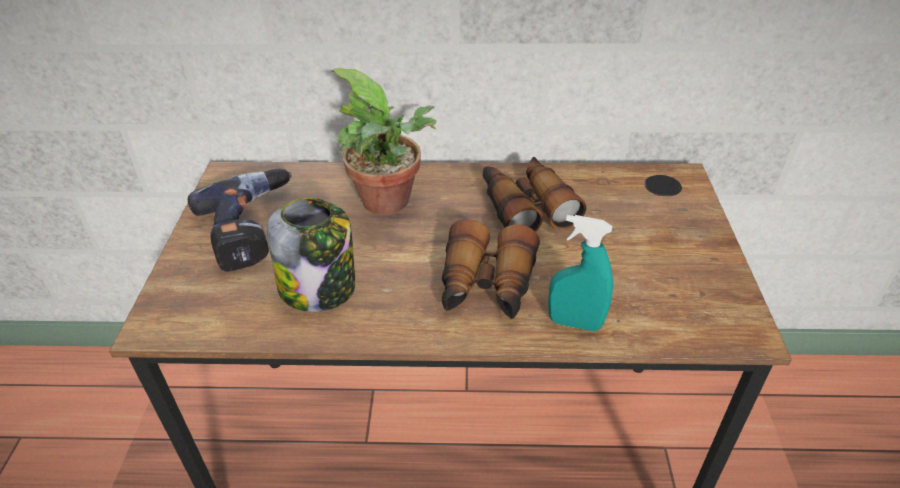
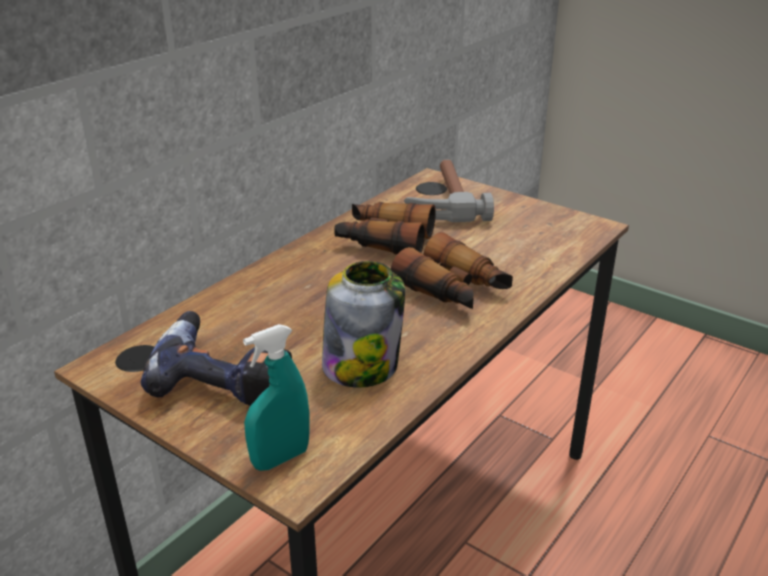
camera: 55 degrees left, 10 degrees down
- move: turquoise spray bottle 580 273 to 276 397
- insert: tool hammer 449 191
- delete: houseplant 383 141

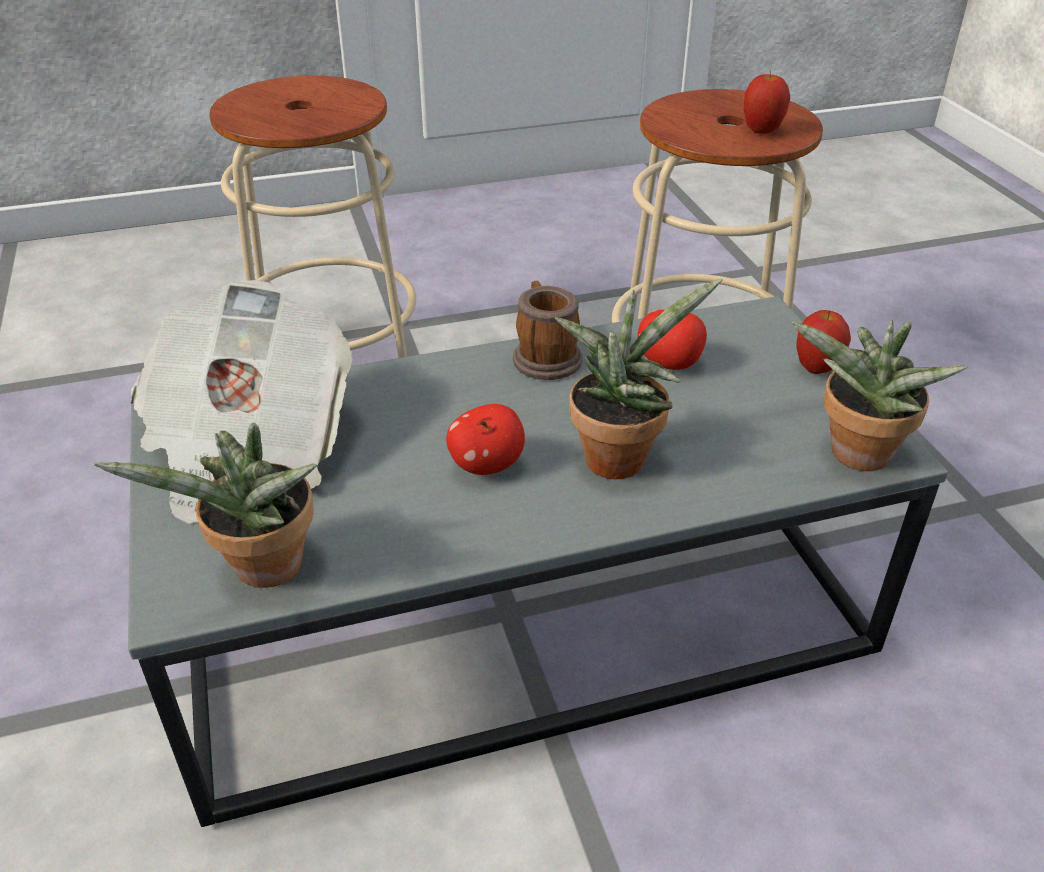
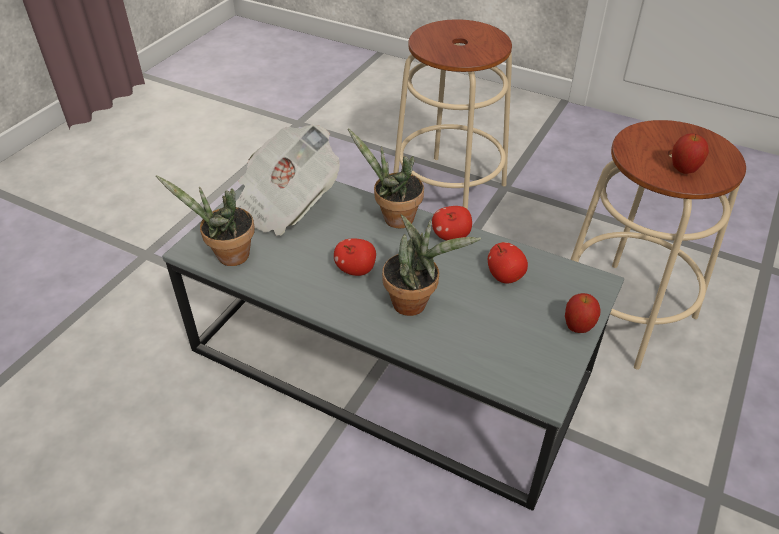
camera: 45 degrees right, 5 degrees up
- move: houseplant 879 395 to 386 178
- replace: tea mug 547 330 to whole apple 452 223

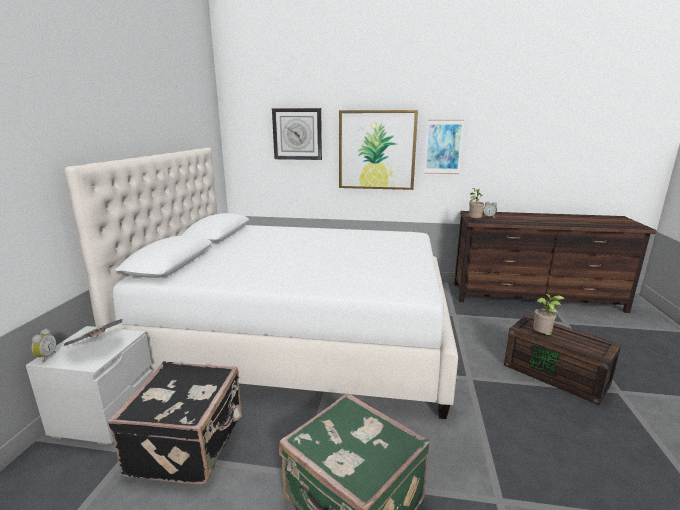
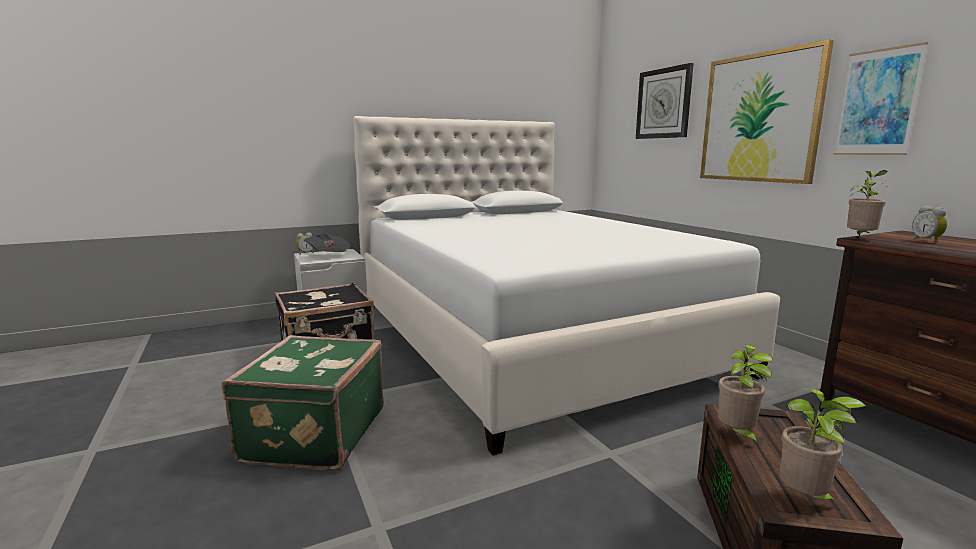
camera: 55 degrees right, 5 degrees down
- insert: houseplant 823 447

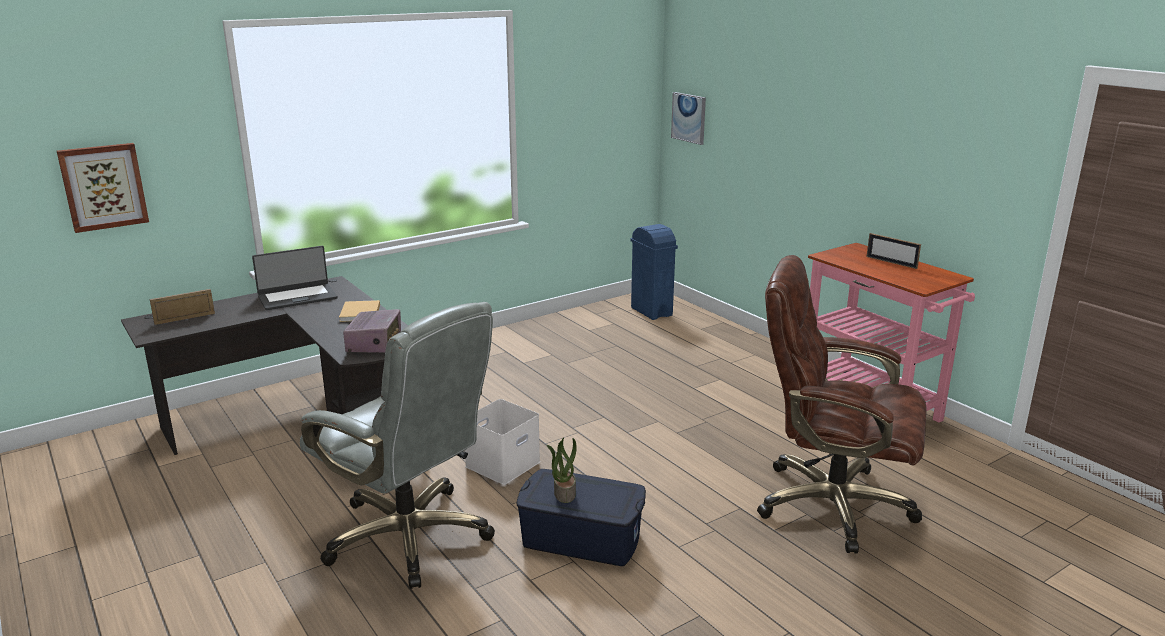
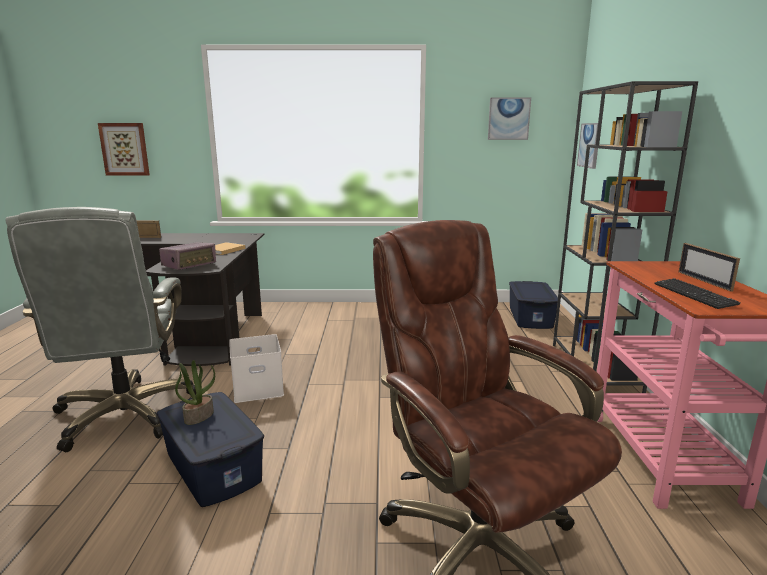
camera: 35 degrees right, 5 degrees down
- insert: wall art 509 119
- replace: blue-coloured rubbish bin 654 272 to blue-coloured storage container 533 305
- insert: bookcase 625 237
- insert: keyboard 697 293
- delete: portable computer 295 278

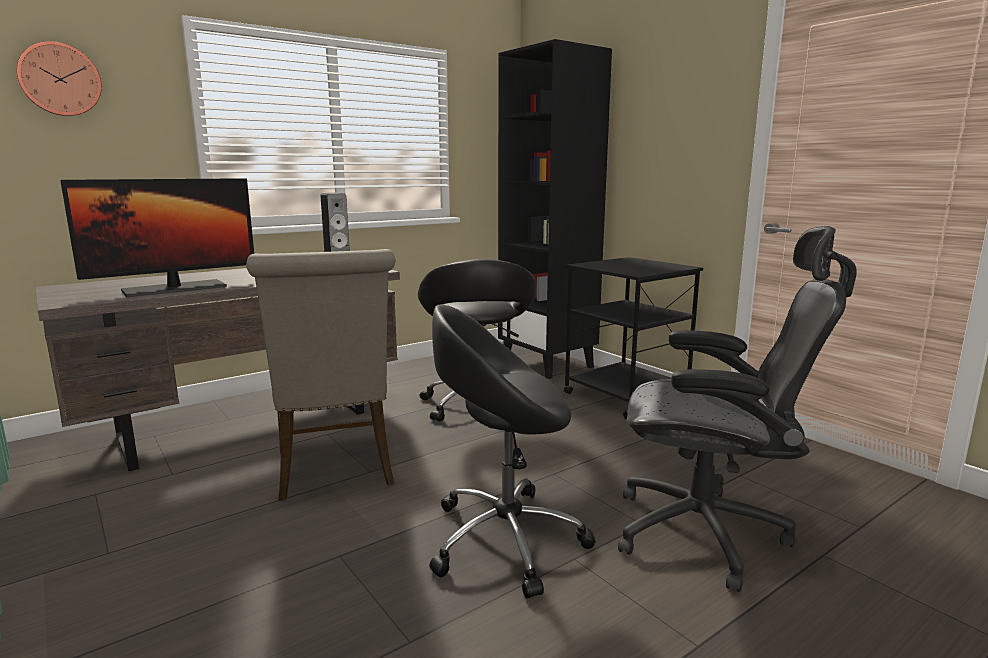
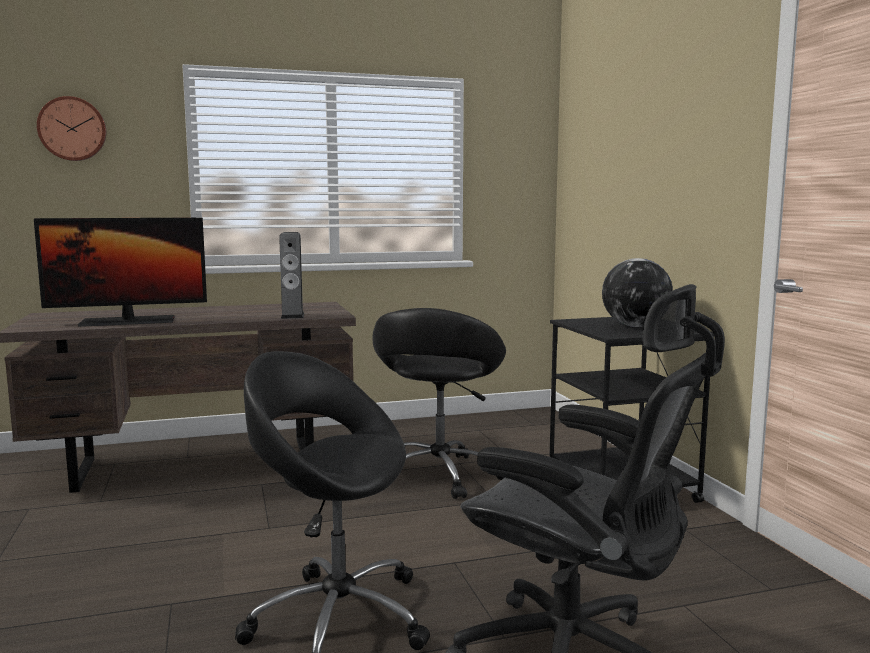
camera: 20 degrees right, 5 degrees down
- insert: desk globe 637 292
- delete: beige chair 320 374
- delete: blackish bookcase 555 209

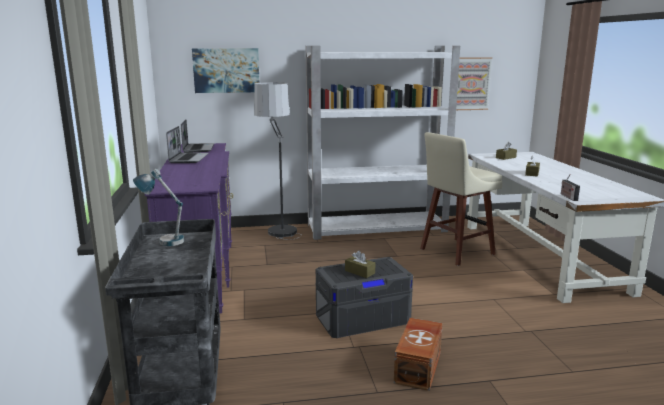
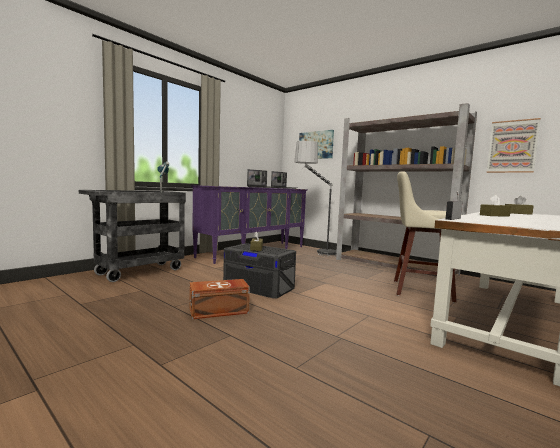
camera: 50 degrees right, 10 degrees down
- recolor: whitish bookcase 383 143 to brown bookcase 406 190

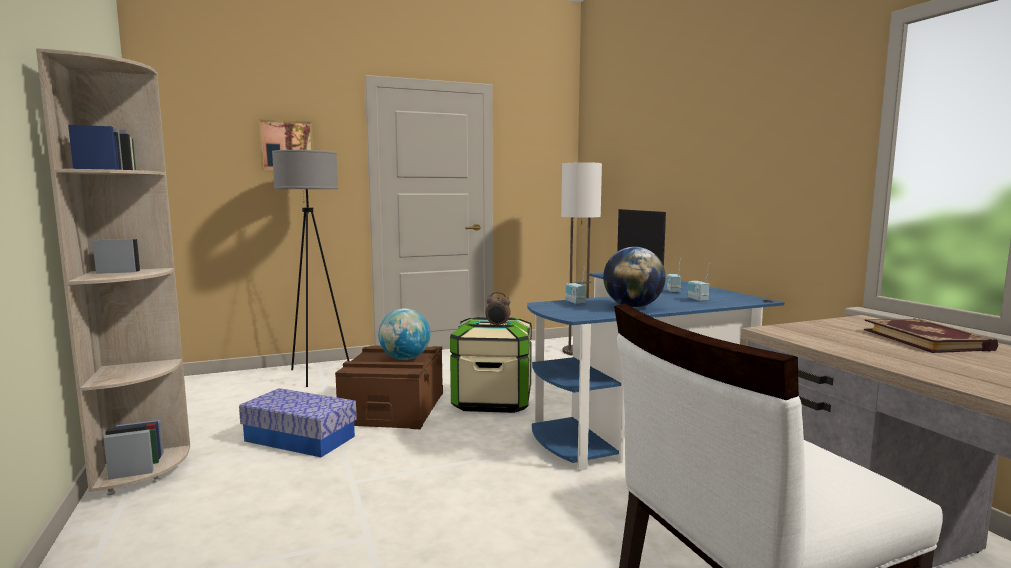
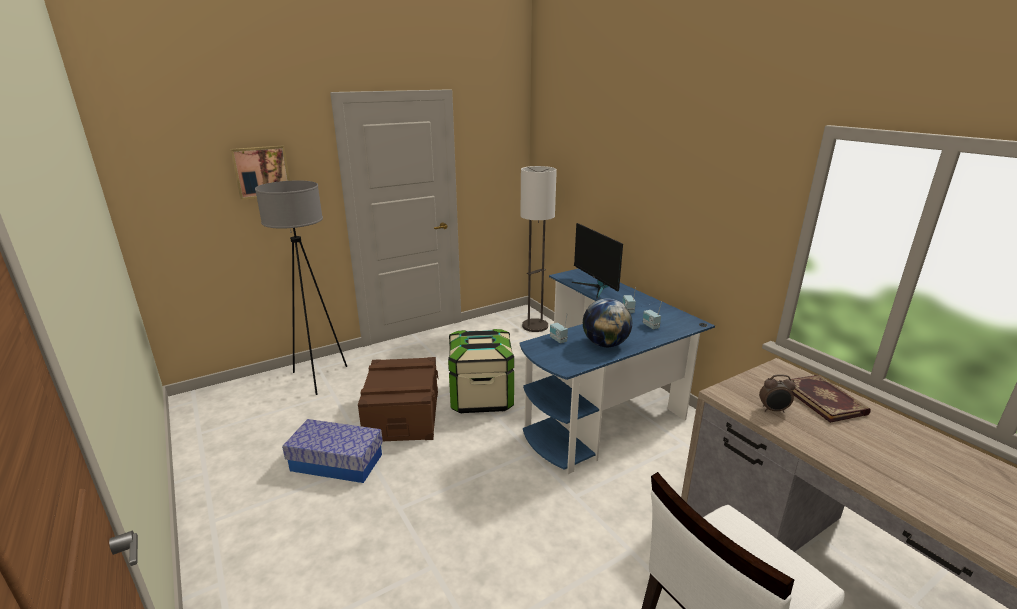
camera: 10 degrees left, 15 degrees up
- move: table clock 498 309 to 777 393
- delete: beige bookcase 113 271
- delete: desk globe 404 334

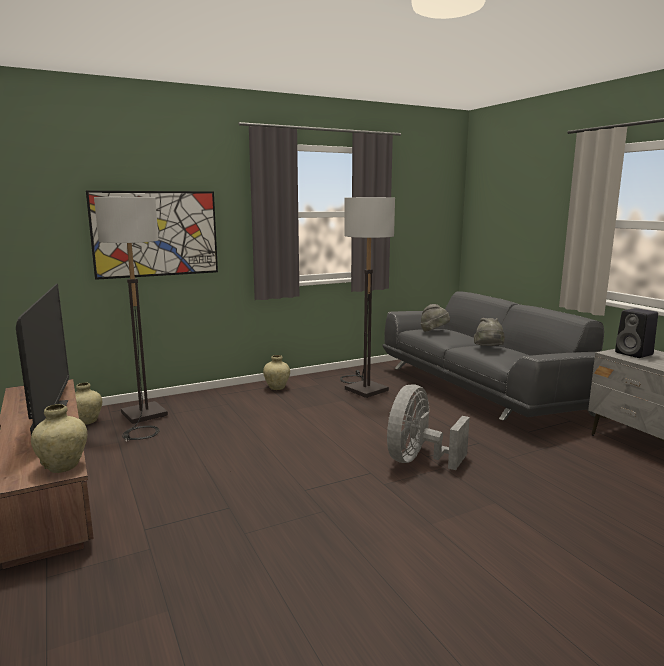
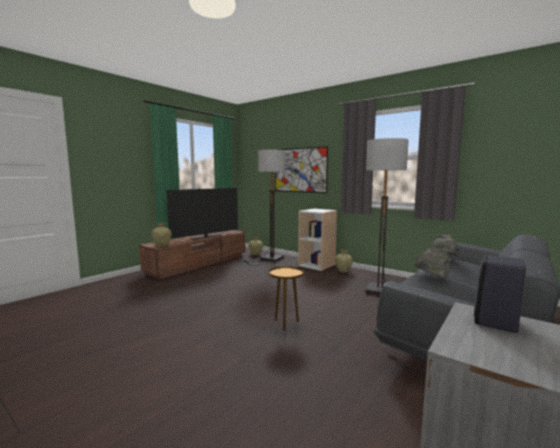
camera: 65 degrees right, 5 degrees down
- replace: grey electric fan 428 427 to brown side table 286 298
- insert: bookcase 317 240

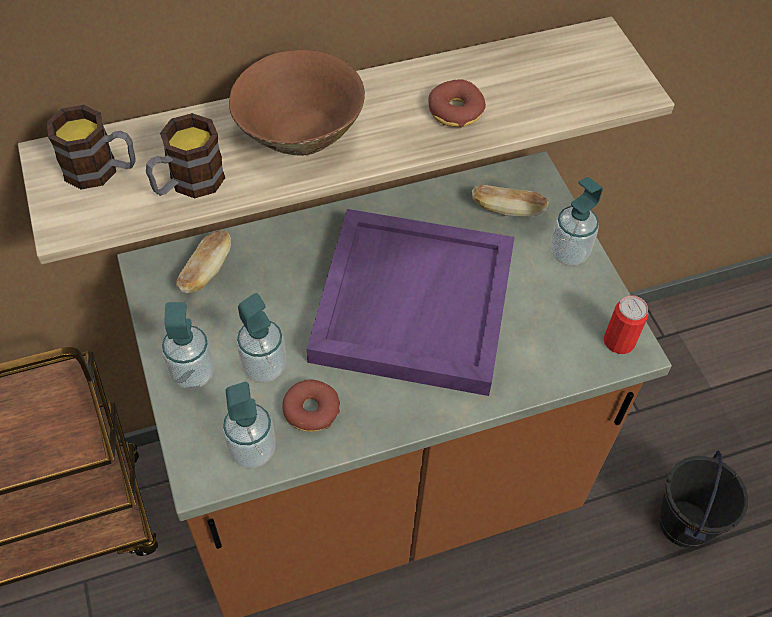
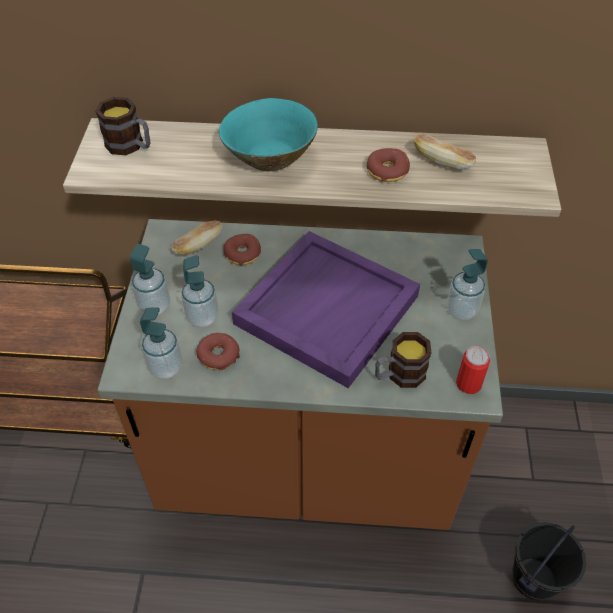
camera: 25 degrees right, 5 degrees down
- recolor: brown bowl 297 103 to turquoise bowl 268 135
- insert: donut 242 249
- move: tea mug 185 155 to 403 360
- move: baked bread 510 201 to 445 152

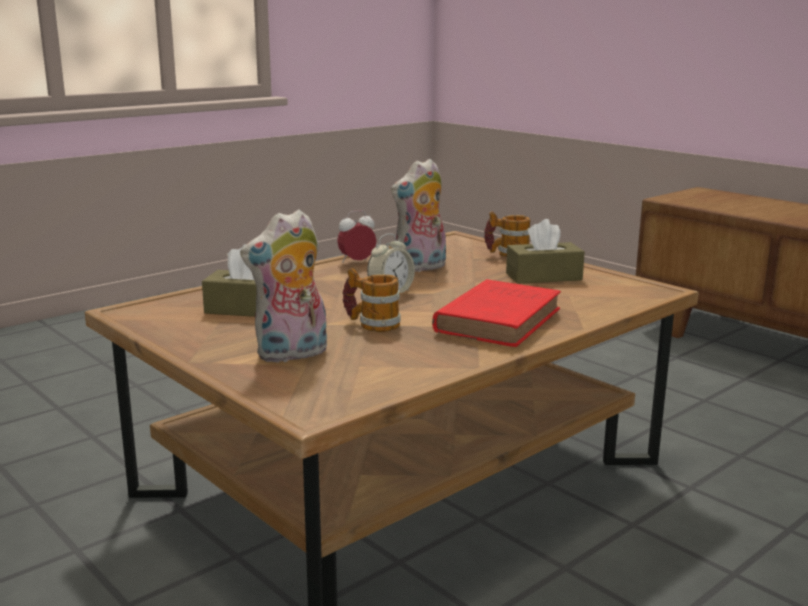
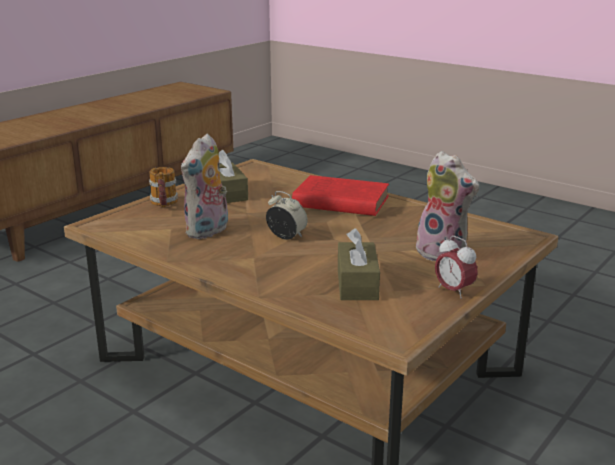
camera: 100 degrees left, 5 degrees up
- rotate: plush toy 418 215 = 204 186 75 degrees clockwise
- move: table clock 356 236 to 456 267
- delete: tea mug 371 300

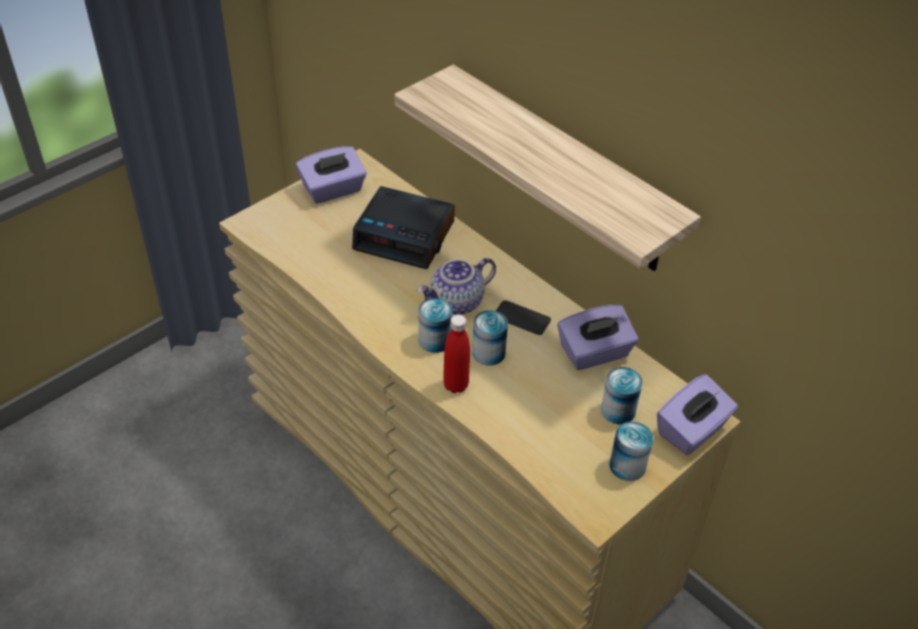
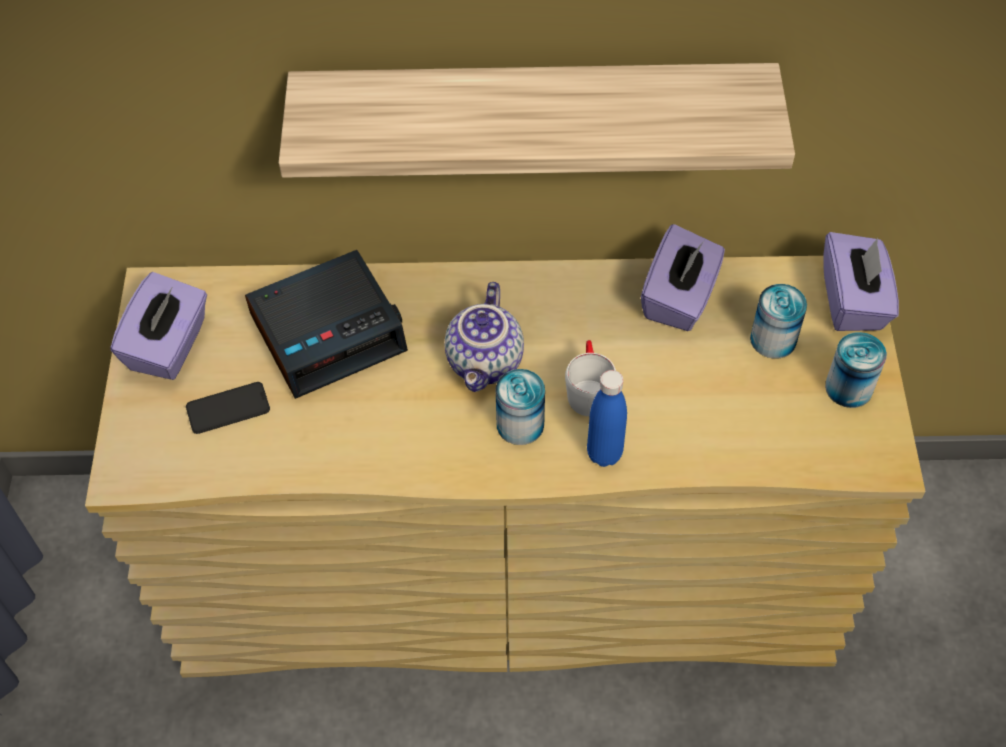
camera: 45 degrees left, 10 degrees up
- move: telephone 523 317 to 228 408
- replace: can 490 338 to whitish tea mug 590 378
- recolor: red-coloured beverage bottle 456 354 to blue-coloured beverage bottle 607 418

